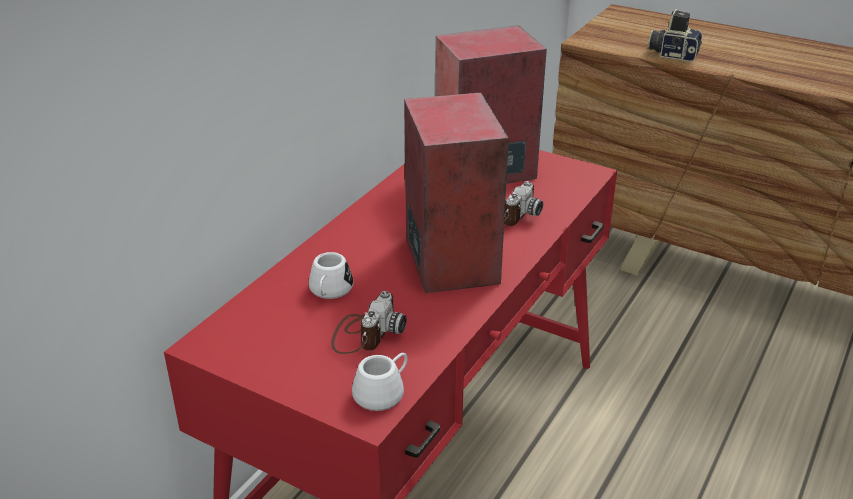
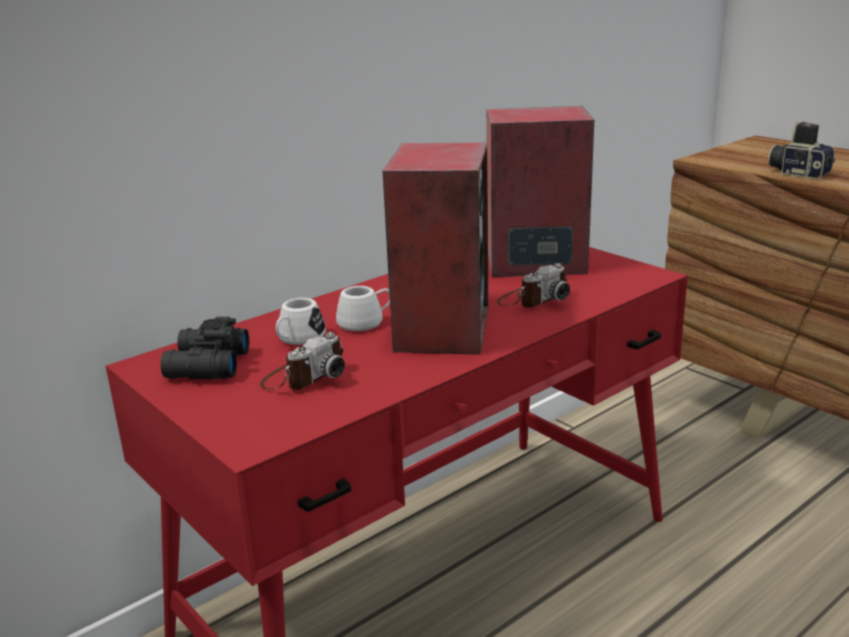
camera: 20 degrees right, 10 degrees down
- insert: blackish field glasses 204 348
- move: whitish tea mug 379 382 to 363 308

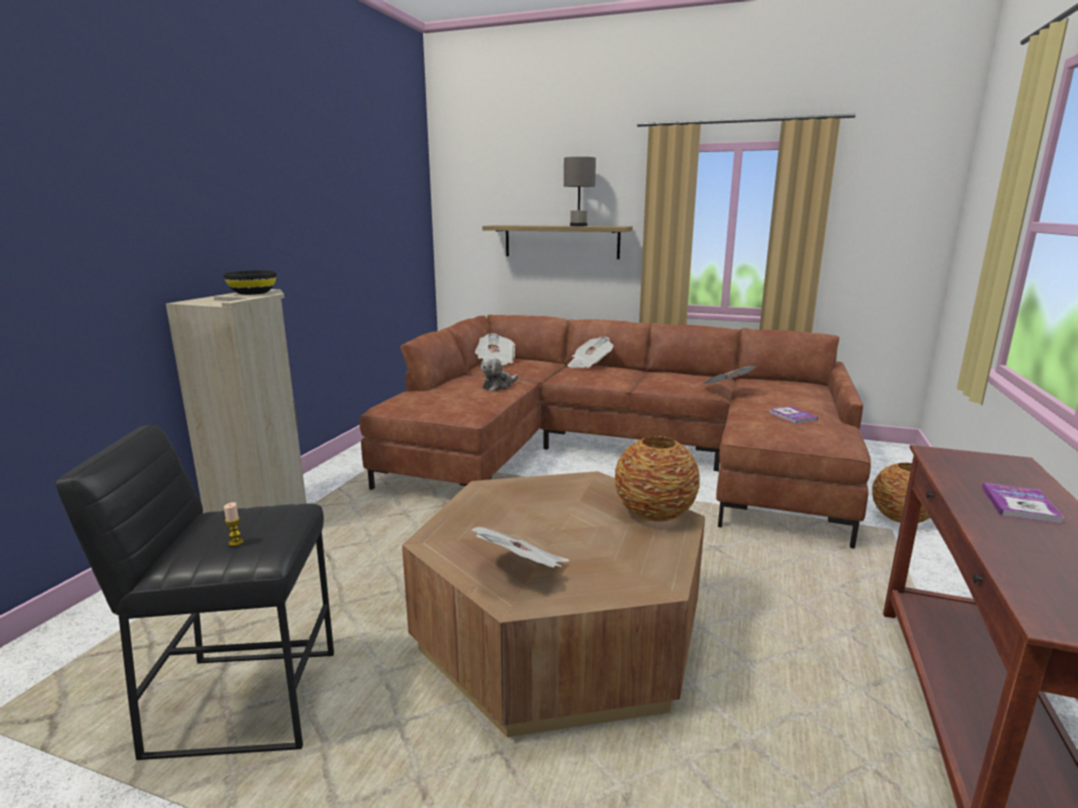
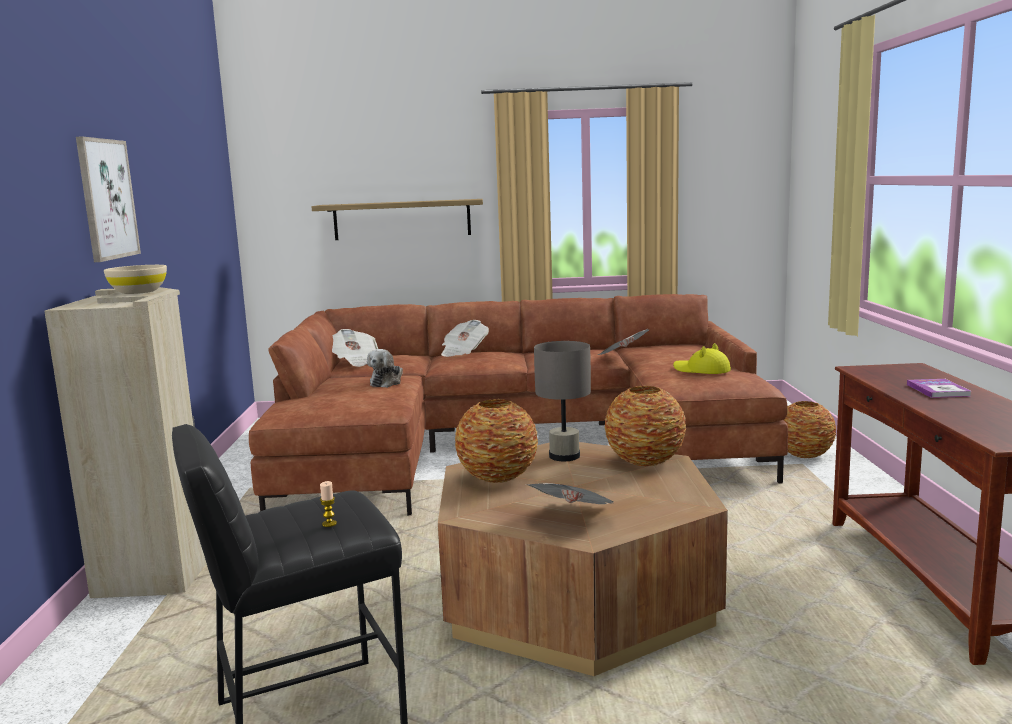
camera: 20 degrees left, 5 degrees down
- insert: wall art 108 199
- recolor: blackish bowl 249 282 to beige bowl 135 279
- insert: flower vase 496 441
- move: grey lamp for a table 580 191 to 562 401
- replace: volume 793 415 to yellowish wearable hat 702 358

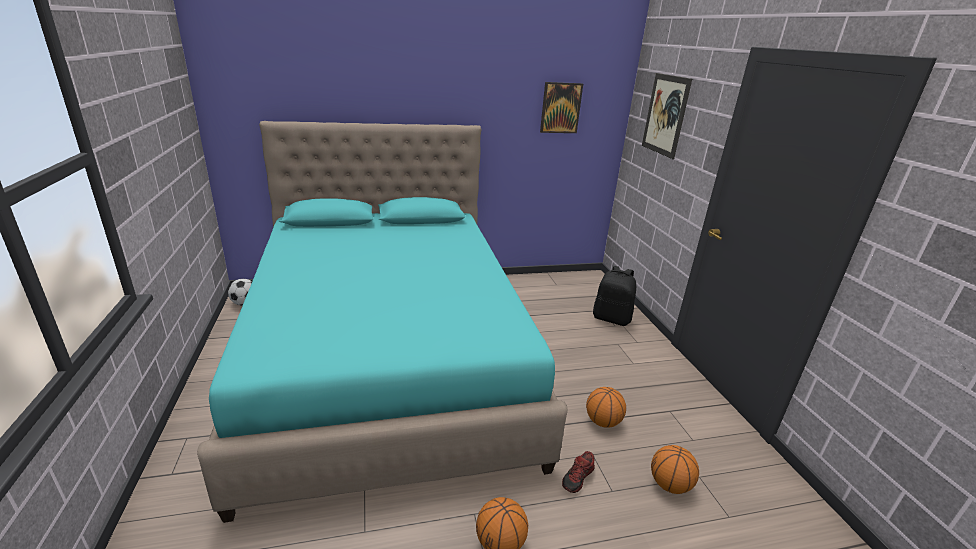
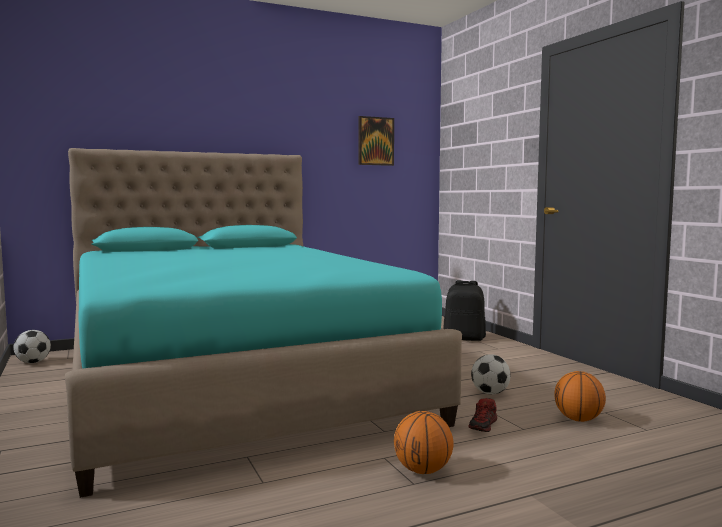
camera: 10 degrees left, 20 degrees down
- replace: basketball ball 606 407 to football ball 490 374
- delete: wall art 667 116

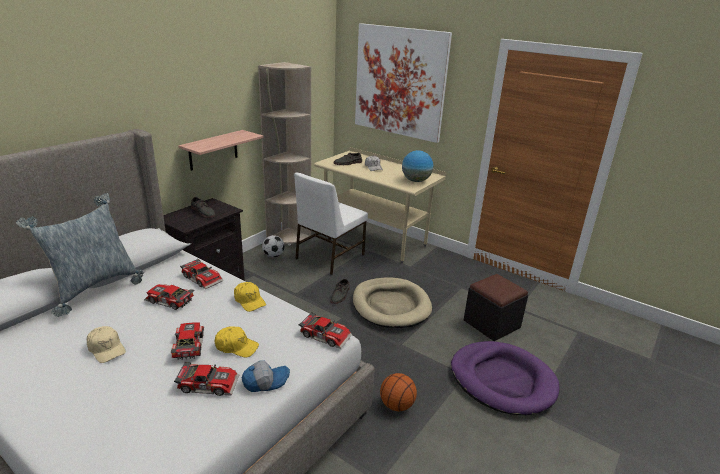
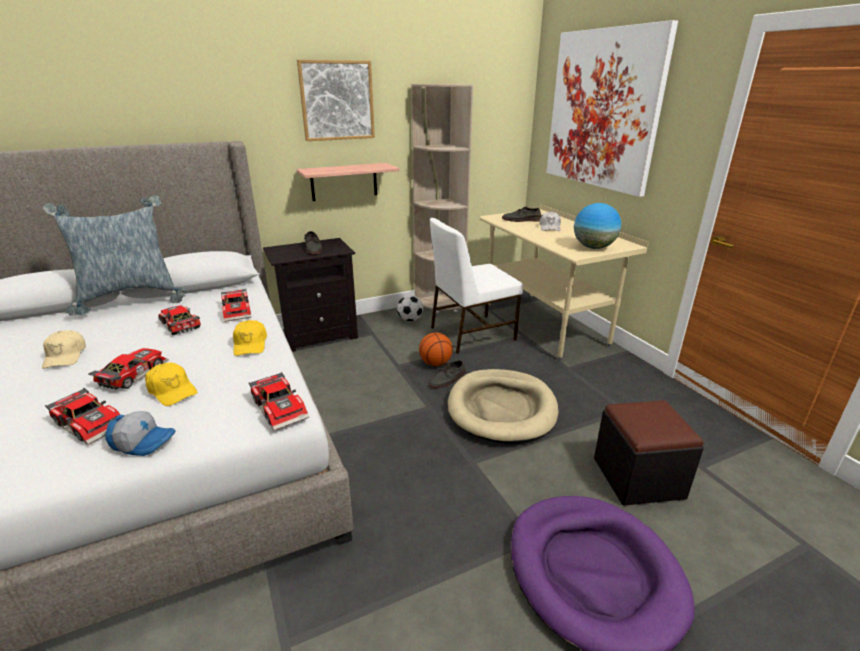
camera: 30 degrees right, 0 degrees up
- insert: wall art 336 100
- move: basketball ball 398 392 to 436 349

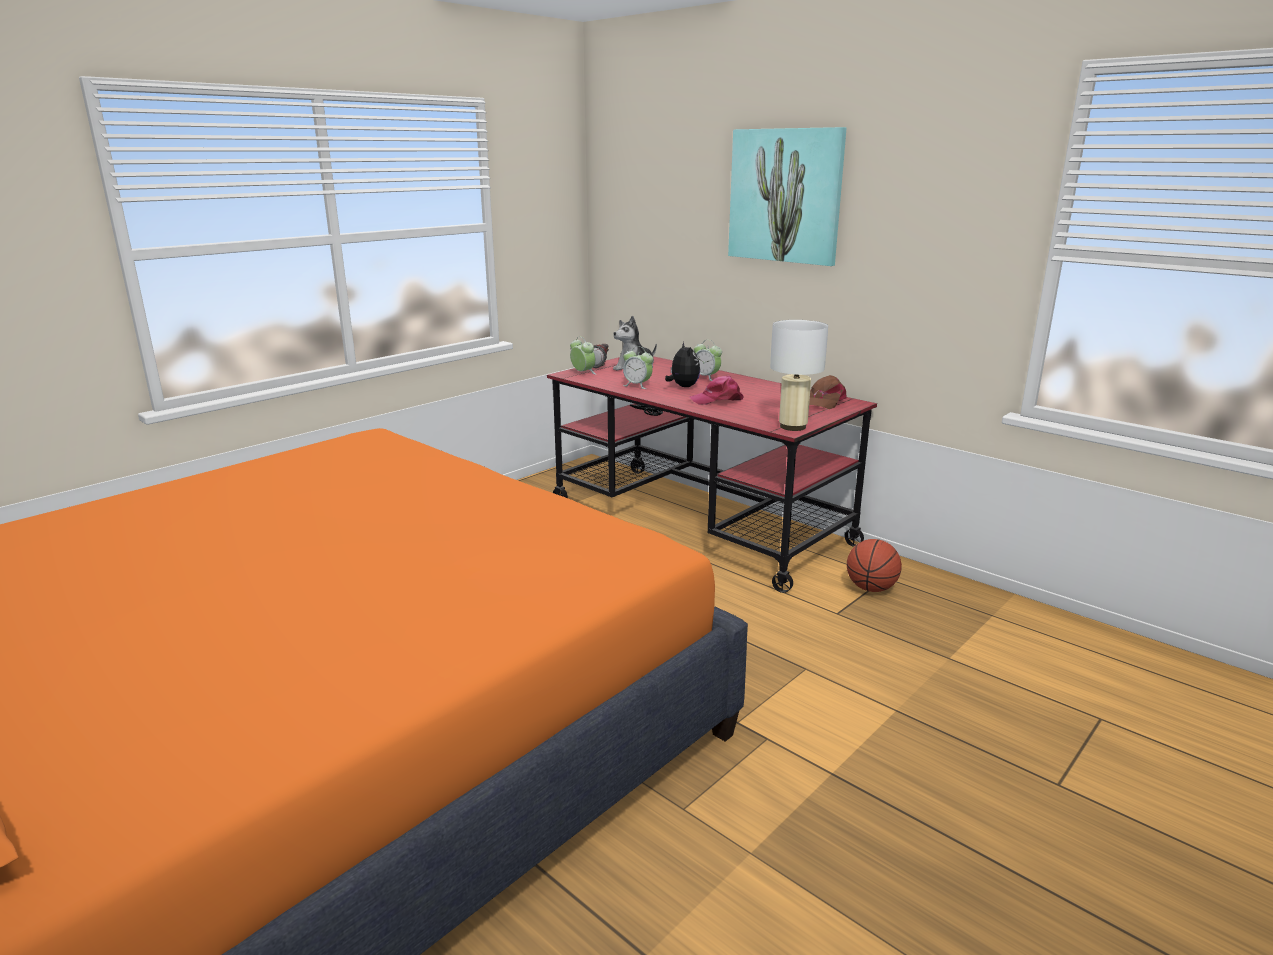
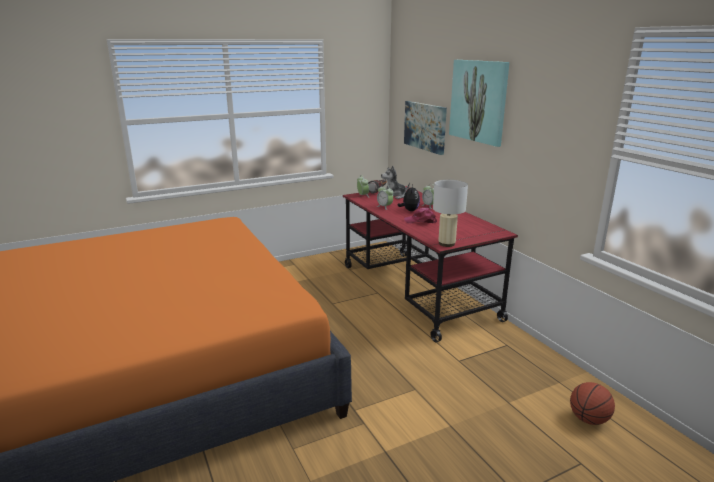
camera: 20 degrees right, 0 degrees up
- insert: wall art 425 128
- move: basketball ball 874 565 to 592 403
- delete: brown peaked cap 827 392

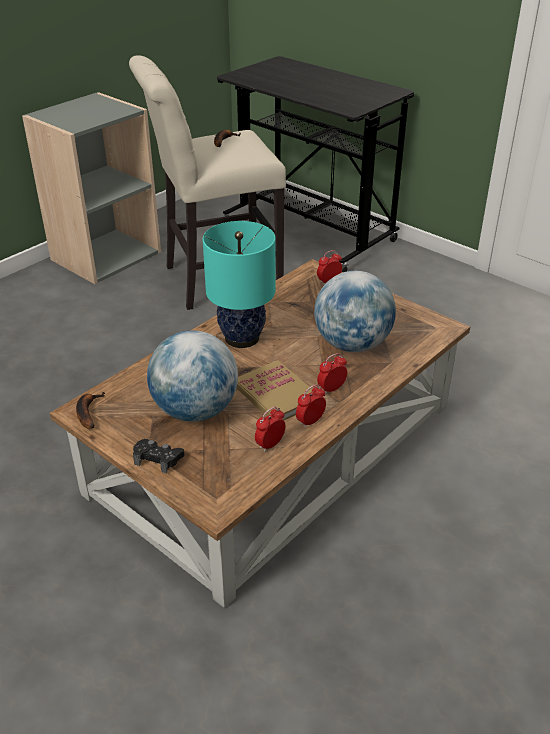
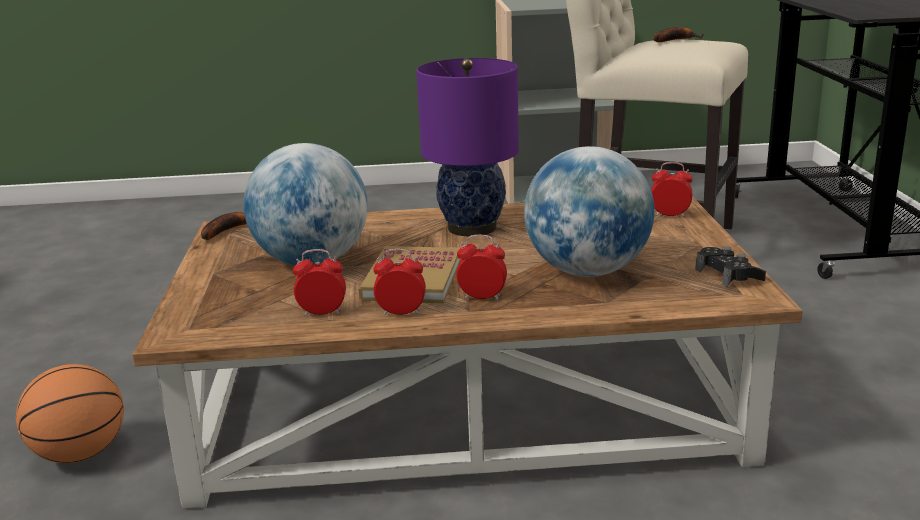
camera: 45 degrees right, 15 degrees down
- insert: basketball ball 70 413
- recolor: turquoise lamp for a table 239 284 to purple-coloured lamp for a table 467 147
- move: blackish gamepad 158 456 to 730 267

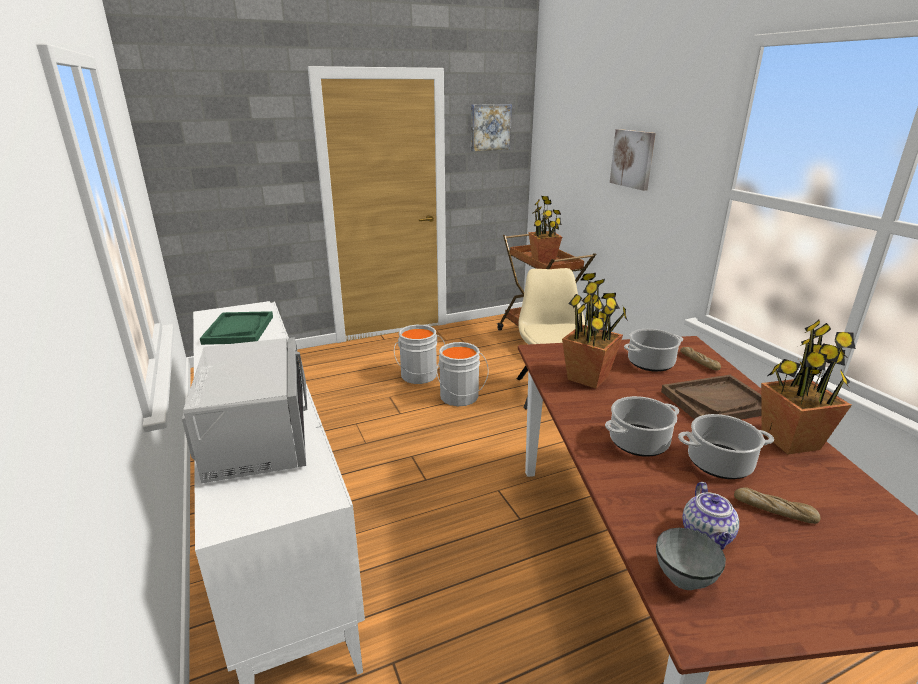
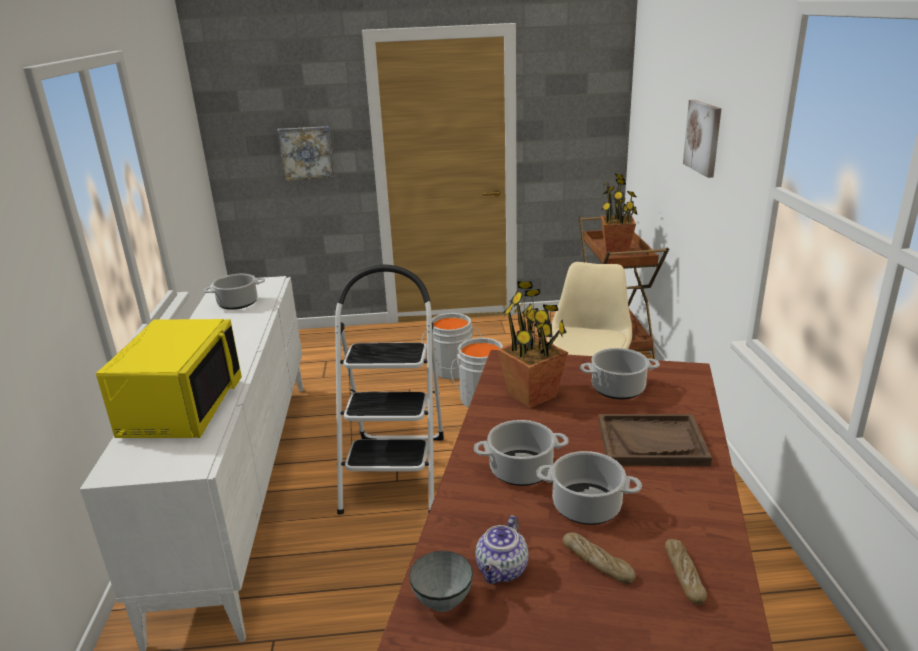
camera: 20 degrees right, 0 degrees up
- recolor: grey kitchen microwave 244 410 to yellowish kitchen microwave 169 378
- replace: greenish tray 236 328 to stockpot 234 292
- move: wall art 491 127 to 305 153
- insert: step ladder 389 390
- move: baked bread 700 359 to 686 572
- delete: houseplant 808 386

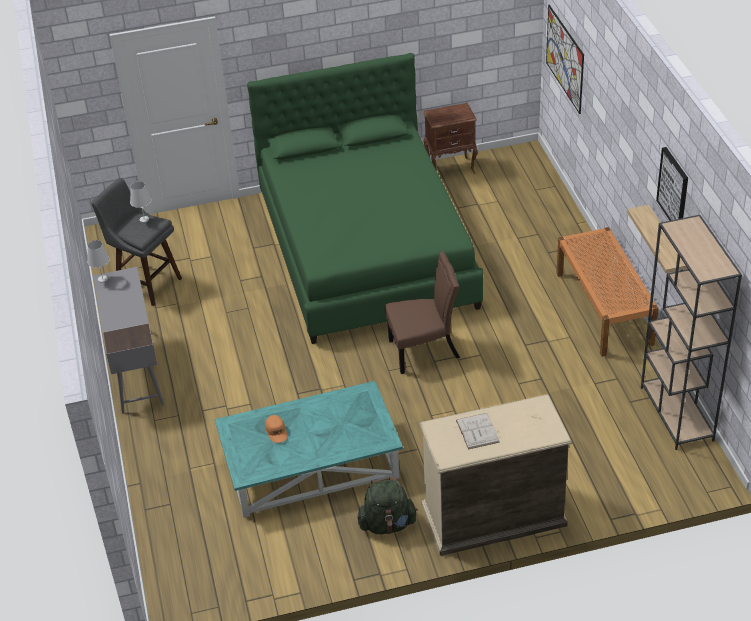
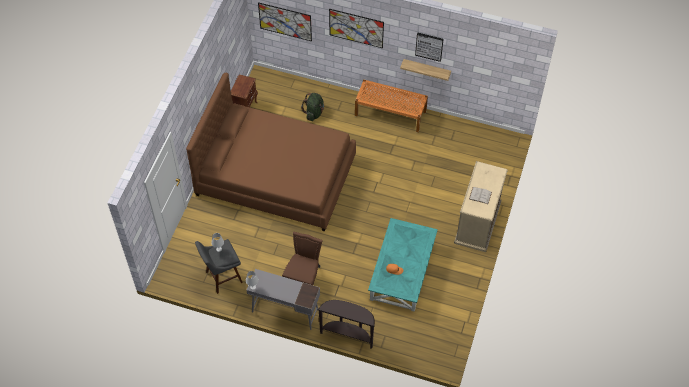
camera: 60 degrees left, 15 degrees up
- recolor: greenish sleeping bed 365 198 to brown sleeping bed 271 152
- move: brown chair 422 313 to 302 258
- move: greenish knapsack 387 505 to 312 107
- insert: brown hall table 346 324
- insert: wall art 356 28
- delete: bookcase 691 332

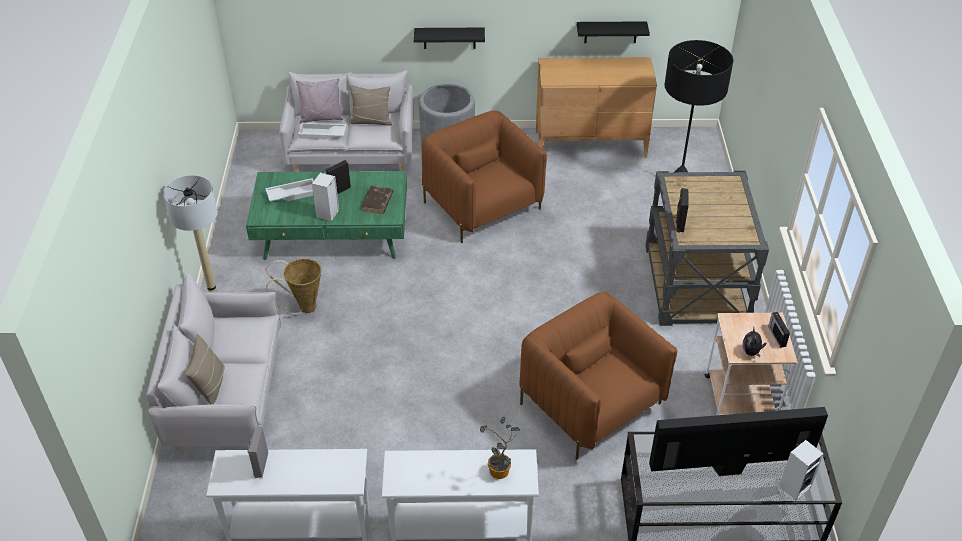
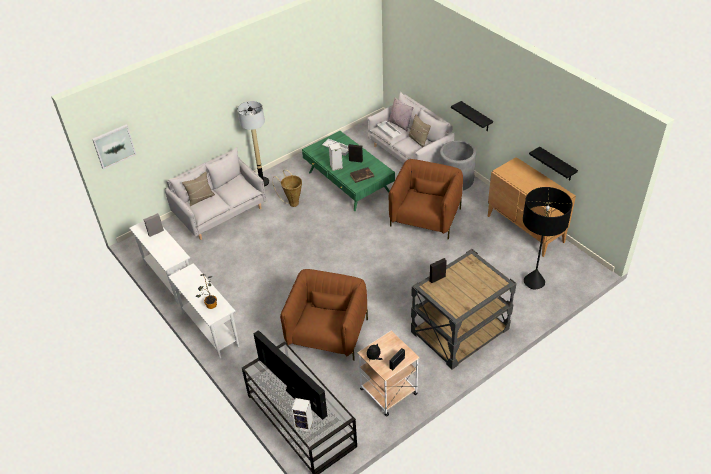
camera: 55 degrees right, 0 degrees up
- insert: wall art 114 146

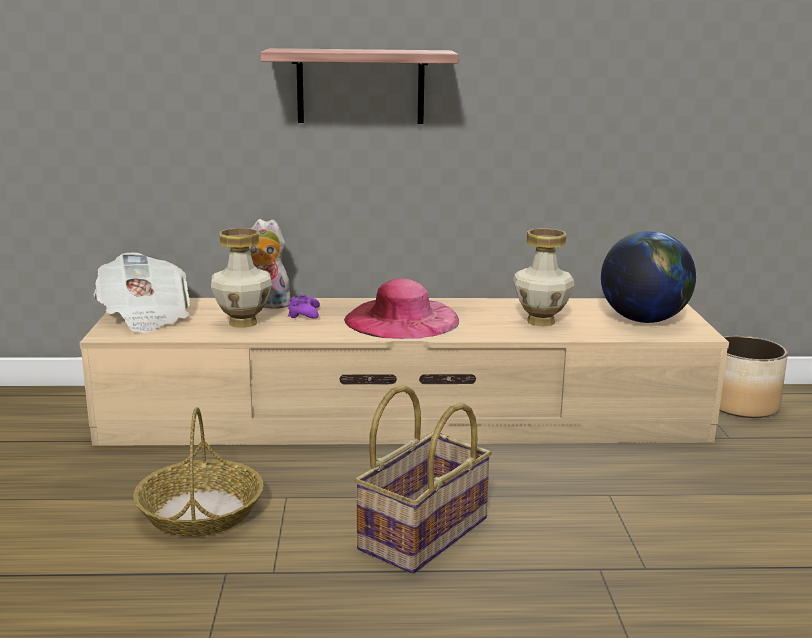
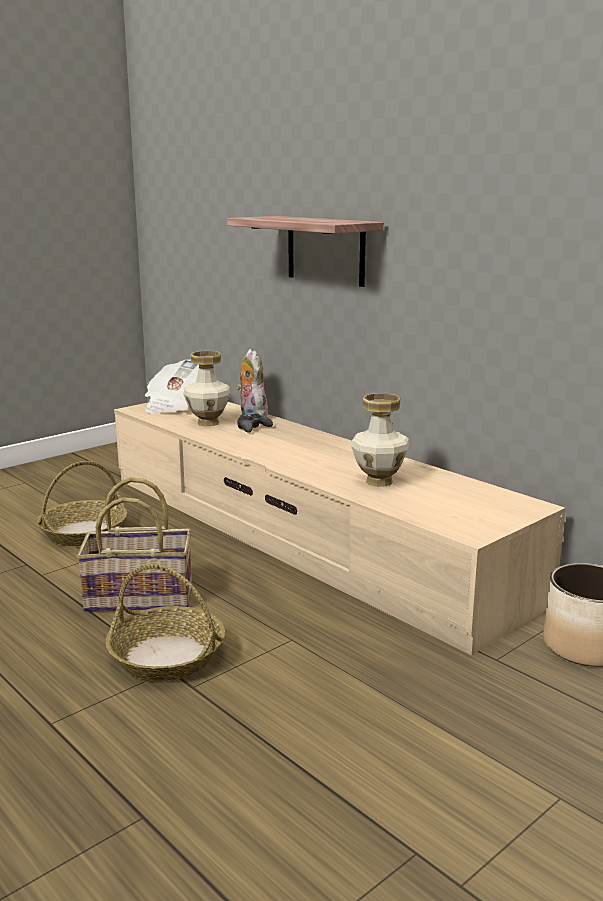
camera: 50 degrees right, 0 degrees up
- insert: storage basket 165 622
- recolor: purple-coloured gamepad 304 306 to blackish gamepad 255 423
- delete: pink wearable hat 401 308
- delete: desk globe 648 277

